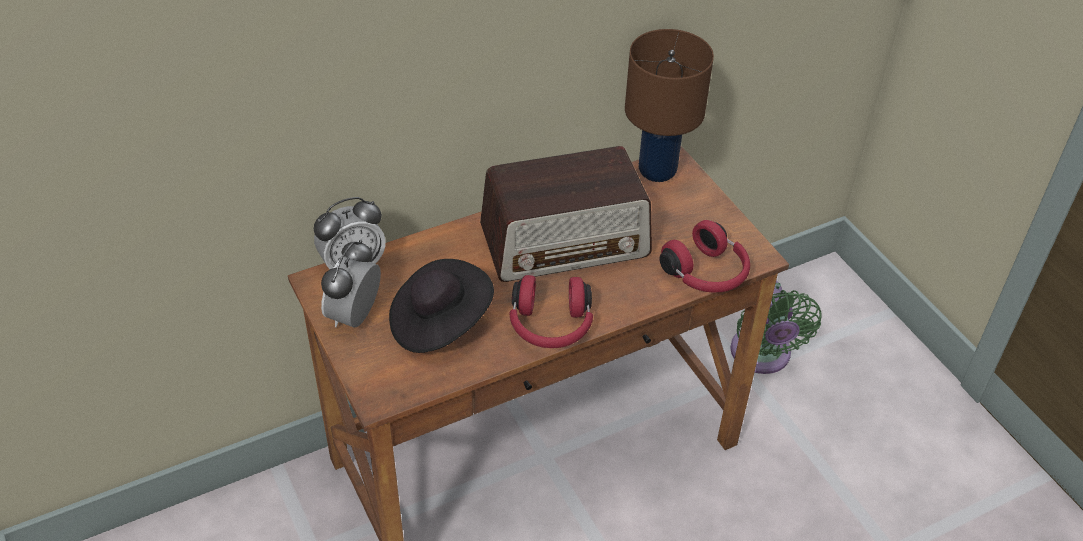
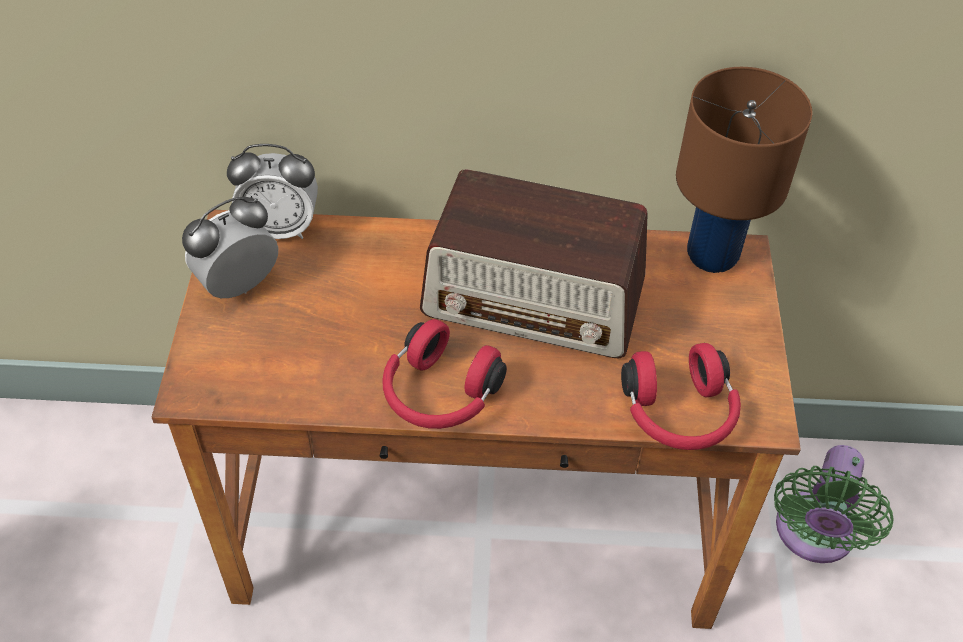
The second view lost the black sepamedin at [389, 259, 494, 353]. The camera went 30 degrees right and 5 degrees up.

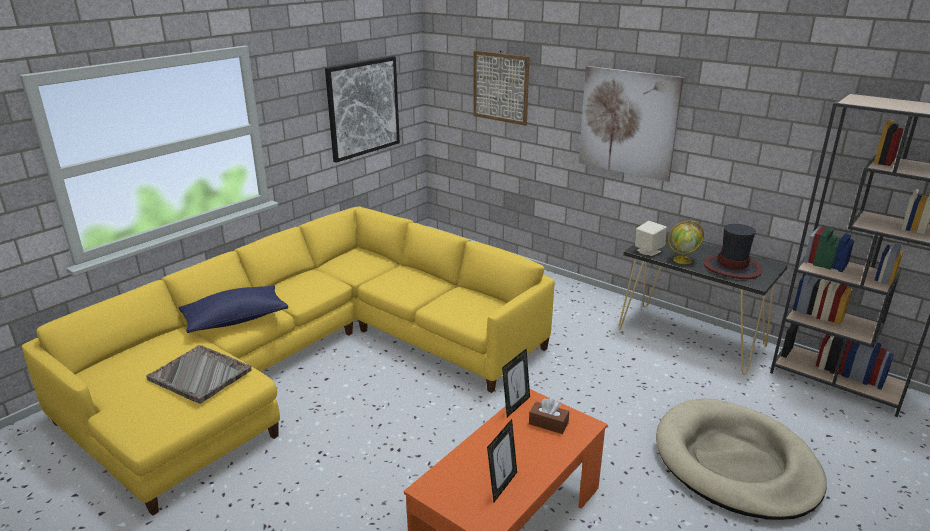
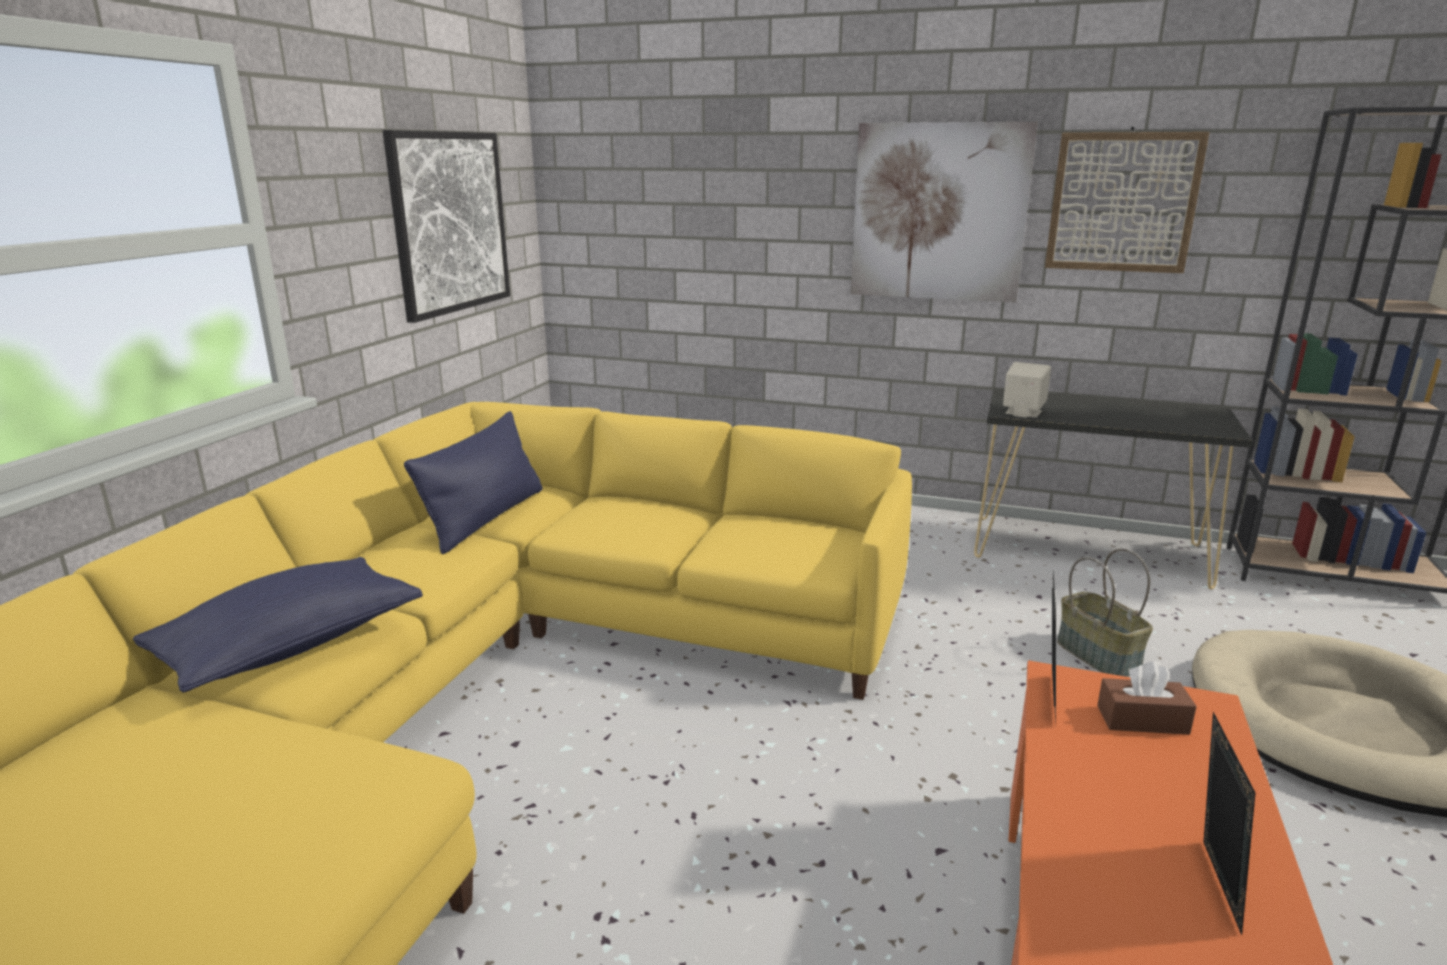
The second view lost the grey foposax at [146, 345, 252, 404]. The second view lost the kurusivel at [668, 221, 704, 264]. The second view lost the sepamedin at [704, 224, 762, 279]. The second view gained the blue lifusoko at [404, 411, 543, 554]. The second view gained the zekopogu at [1057, 548, 1153, 677]. The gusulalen ended up elsewhere, having gone from [473, 50, 529, 126] to [1045, 127, 1210, 273]. The camera went 20 degrees left and 5 degrees down.

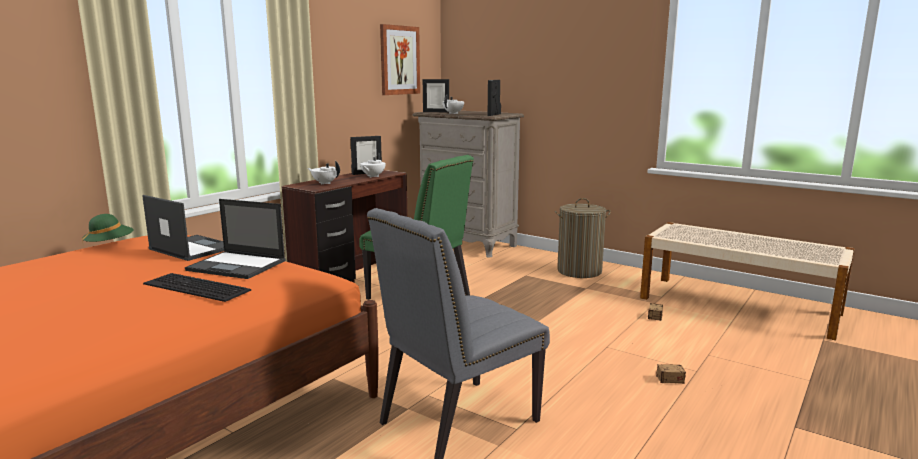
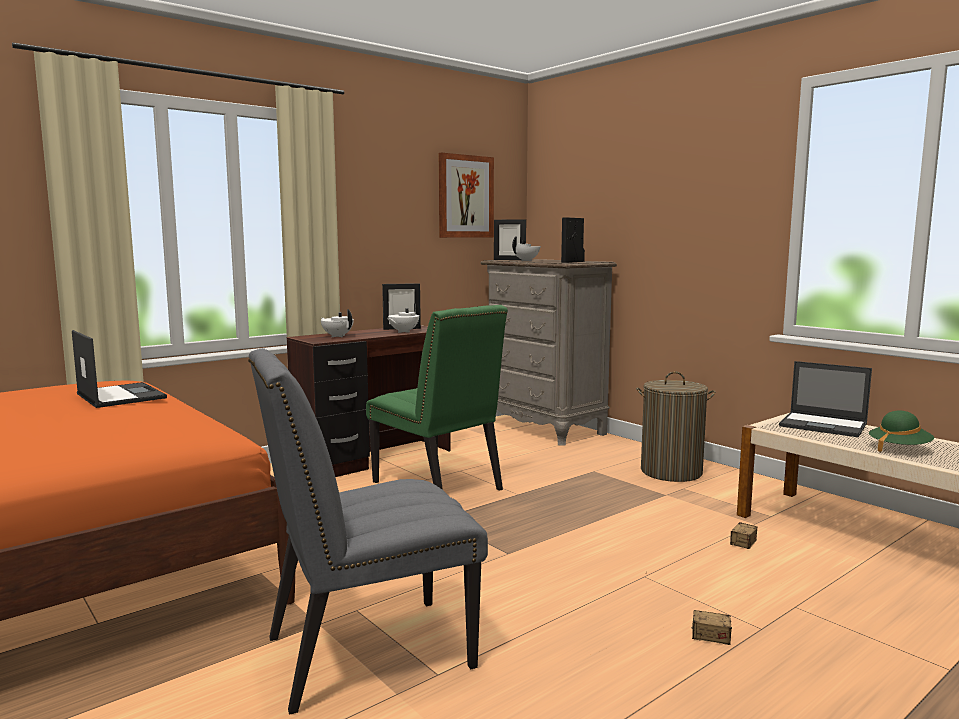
The second view lost the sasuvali at [143, 273, 251, 302]. The green sepamedin ended up elsewhere, having gone from [82, 214, 134, 249] to [869, 411, 934, 452]. The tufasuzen ended up elsewhere, having gone from [185, 199, 286, 279] to [779, 361, 872, 437]. The camera went 15 degrees right and 5 degrees down.

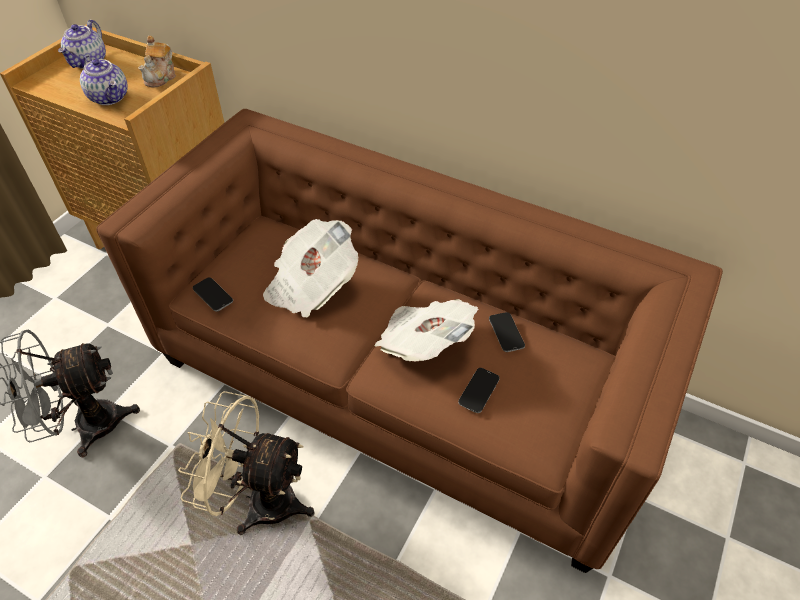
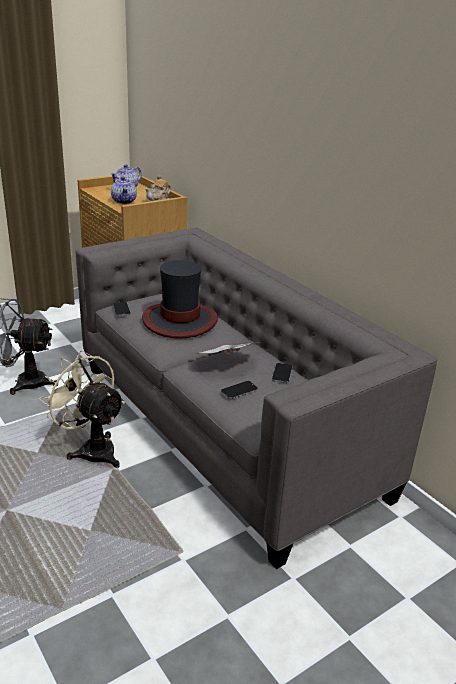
Where the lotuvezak stood at [263, 219, 358, 318], the sepamedin came to stand at [142, 260, 218, 339]. What was the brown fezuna at [96, 109, 723, 573] turned into the grey fezuna at [76, 228, 438, 569]. The camera went 25 degrees right and 20 degrees down.

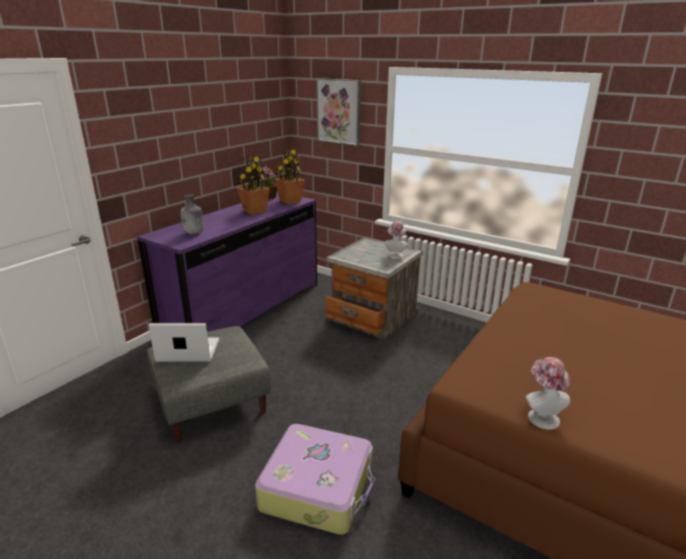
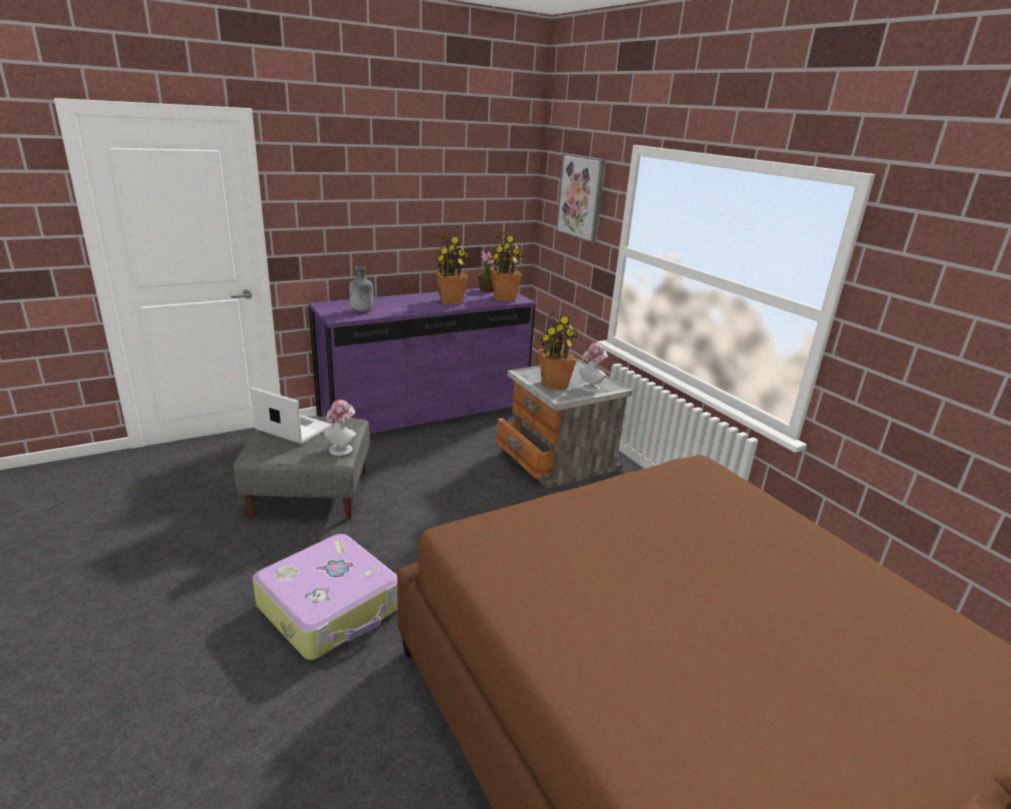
The second view gained the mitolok at [539, 311, 577, 389]. The sepamedin ended up elsewhere, having gone from [525, 357, 570, 430] to [324, 400, 356, 456]. The camera went 25 degrees right and 0 degrees up.

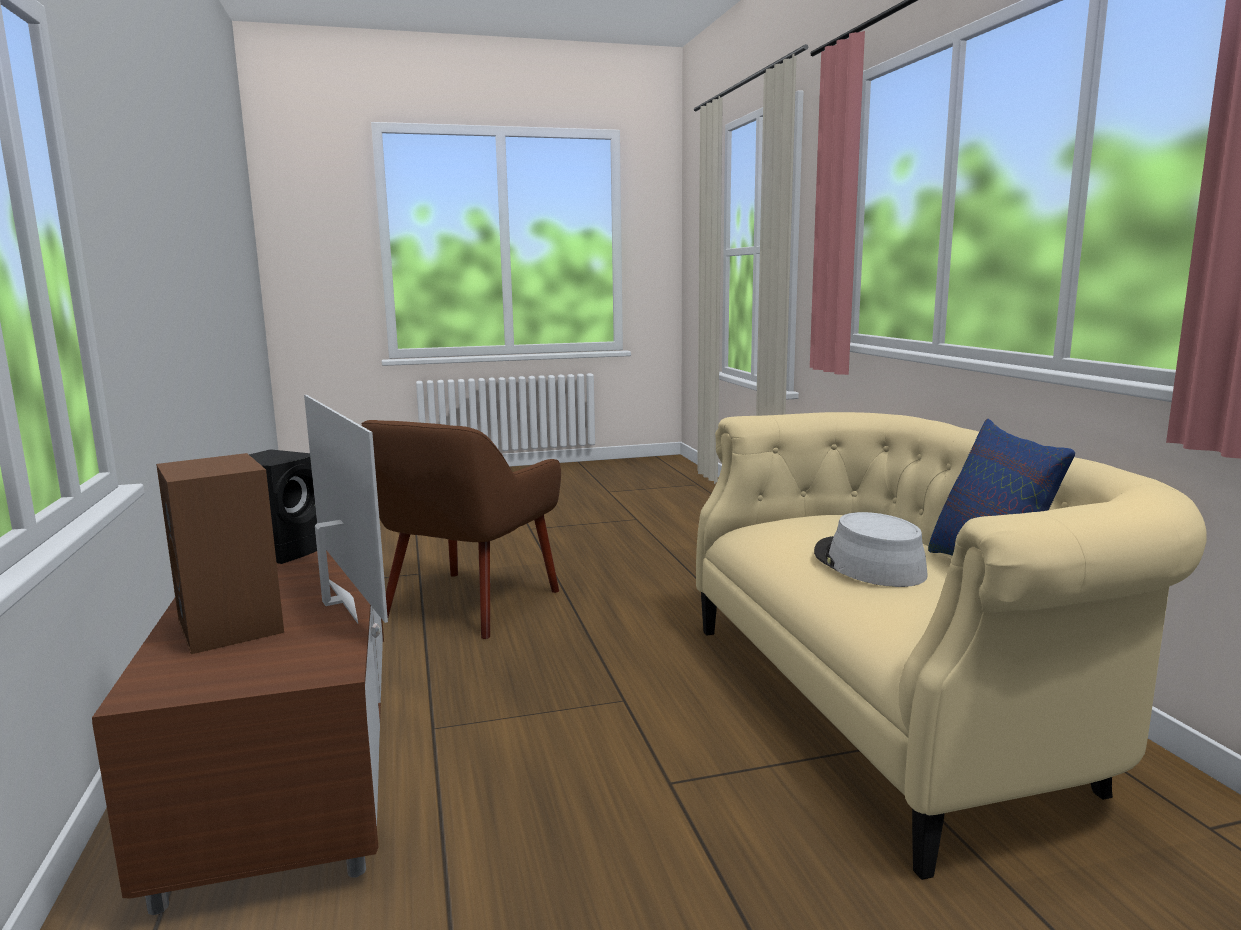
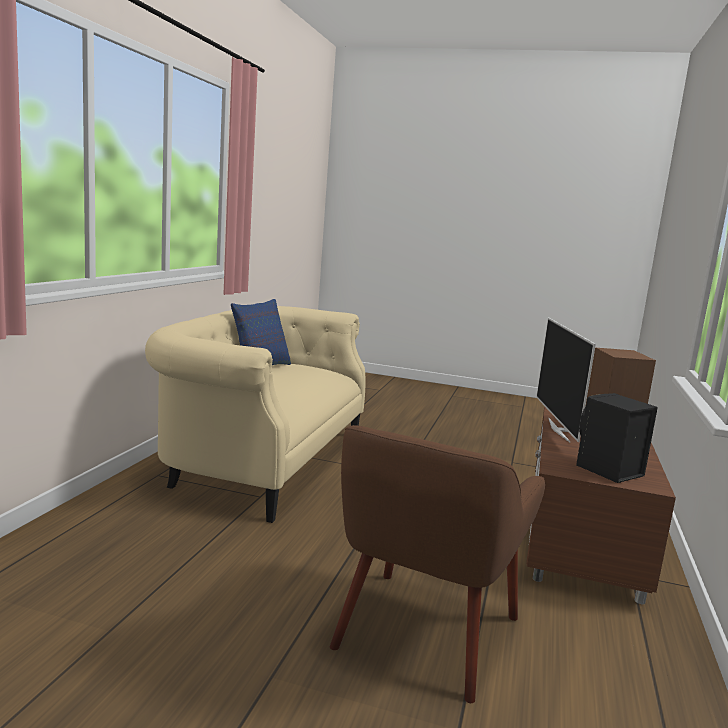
The second view lost the grey sepamedin at [814, 512, 928, 587]. The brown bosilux at [361, 420, 561, 639] ended up facing another way, 150 degrees clockwise from before. The camera went 150 degrees left and 0 degrees up.

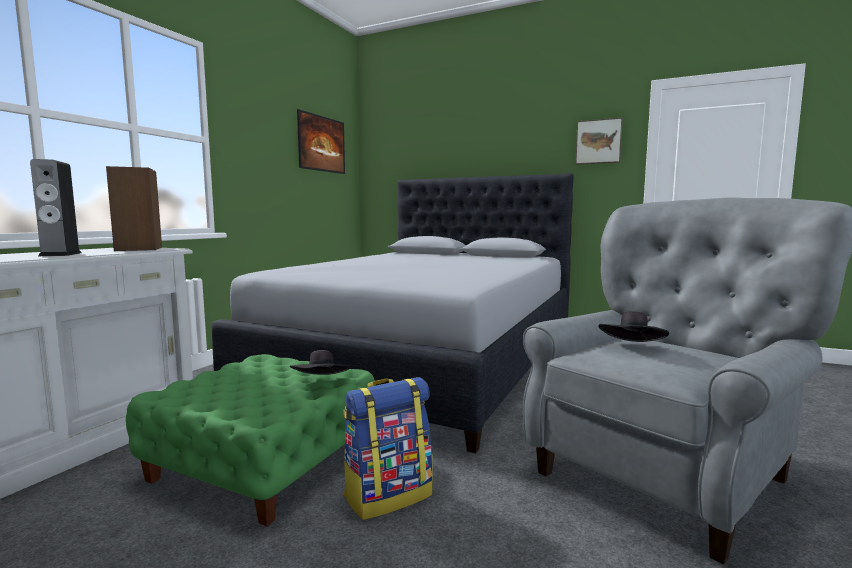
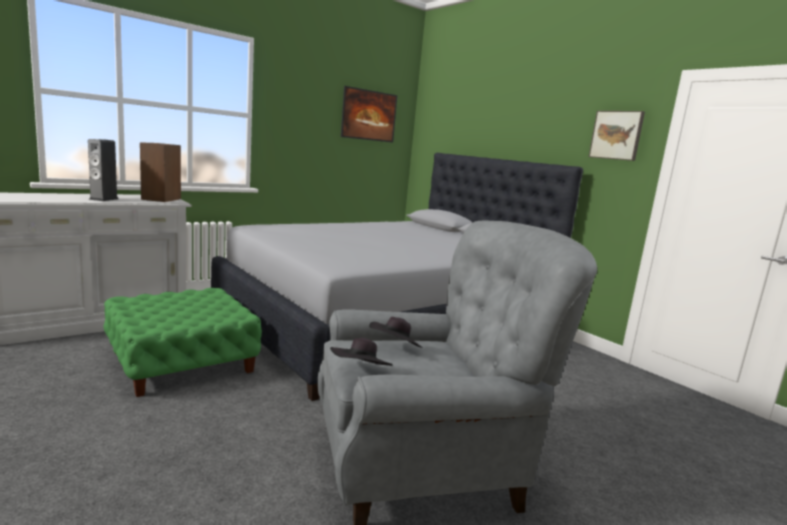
The second view lost the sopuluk at [344, 377, 433, 520]. The black sepamedin ended up elsewhere, having gone from [290, 350, 350, 375] to [330, 338, 393, 366]. The camera went 25 degrees right and 5 degrees up.

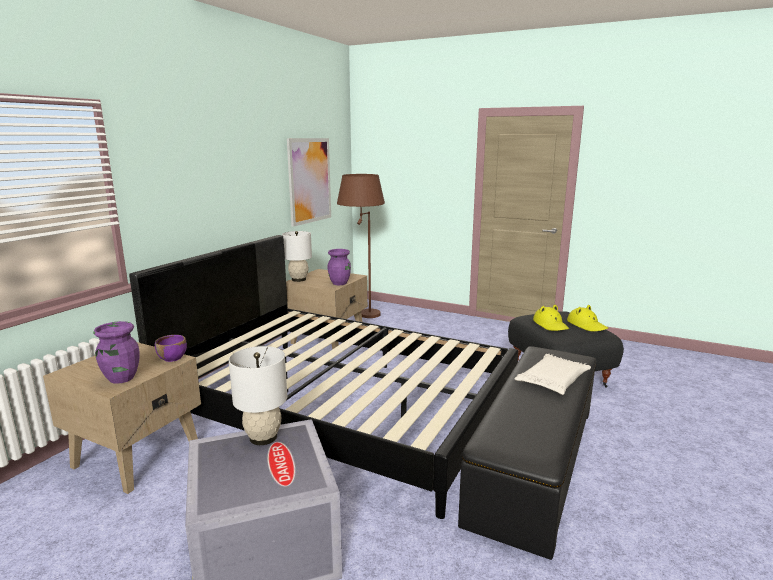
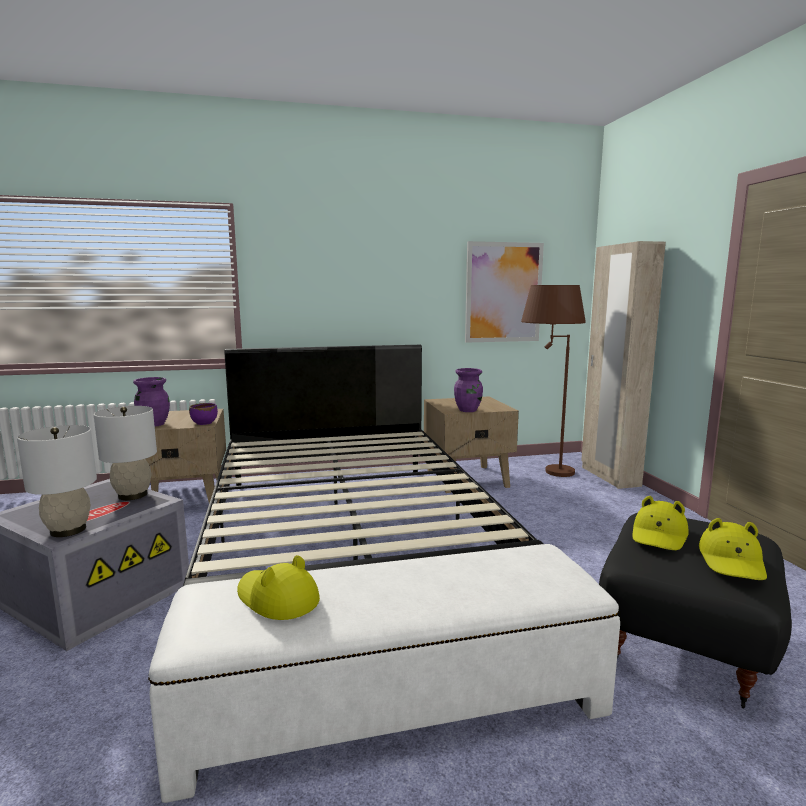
The second view lost the white lifusoko at [514, 354, 591, 395]. The second view gained the yellow sepamedin at [237, 555, 320, 620]. The second view gained the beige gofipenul at [581, 241, 666, 489]. The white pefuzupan ended up elsewhere, having gone from [282, 231, 312, 282] to [17, 425, 97, 537]. What was the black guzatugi at [458, 346, 596, 560] turned into the white guzatugi at [148, 544, 620, 803]. The camera went 50 degrees right and 5 degrees down.

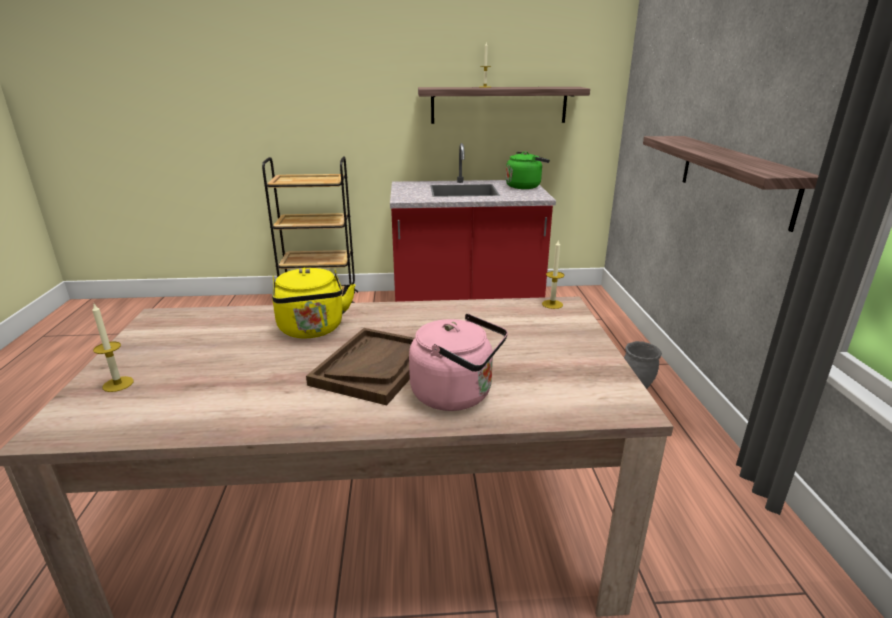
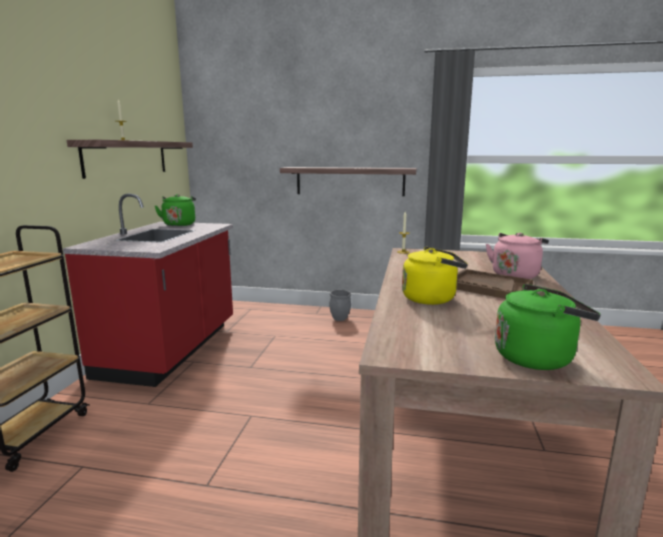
Where the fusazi stood at [92, 304, 134, 392], the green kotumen came to stand at [495, 284, 601, 370]. The camera went 75 degrees left and 10 degrees down.

